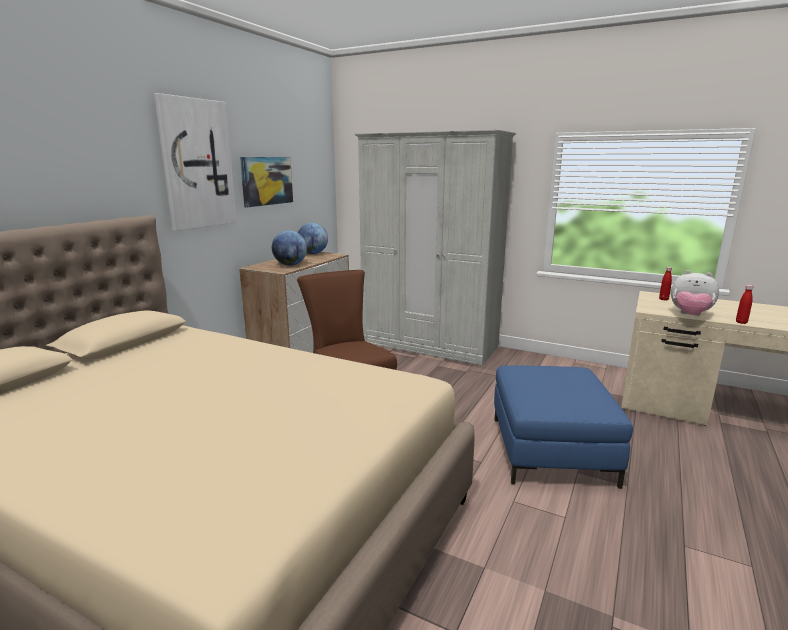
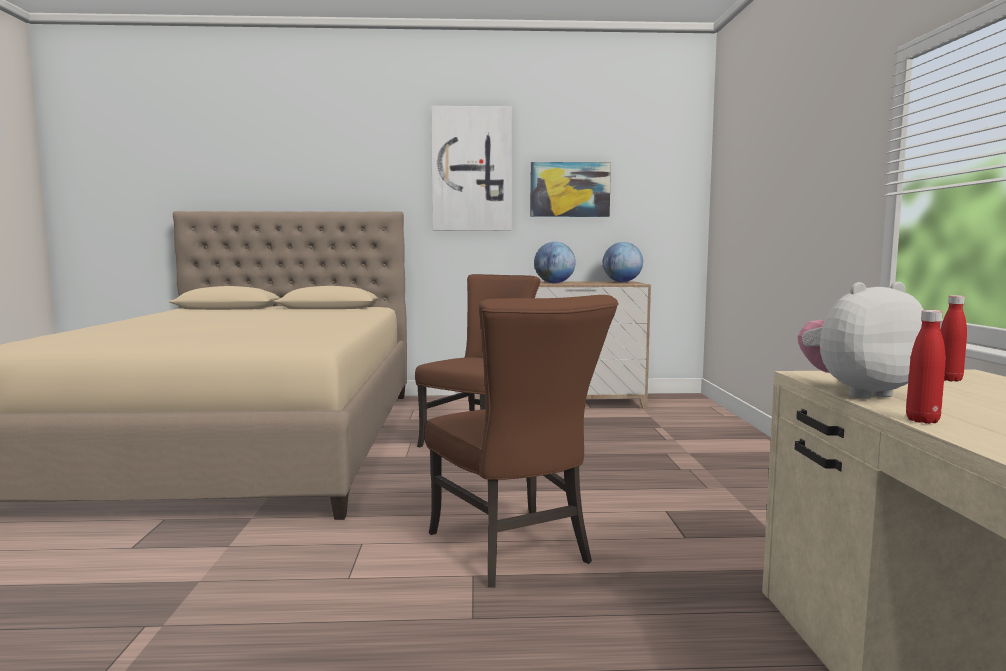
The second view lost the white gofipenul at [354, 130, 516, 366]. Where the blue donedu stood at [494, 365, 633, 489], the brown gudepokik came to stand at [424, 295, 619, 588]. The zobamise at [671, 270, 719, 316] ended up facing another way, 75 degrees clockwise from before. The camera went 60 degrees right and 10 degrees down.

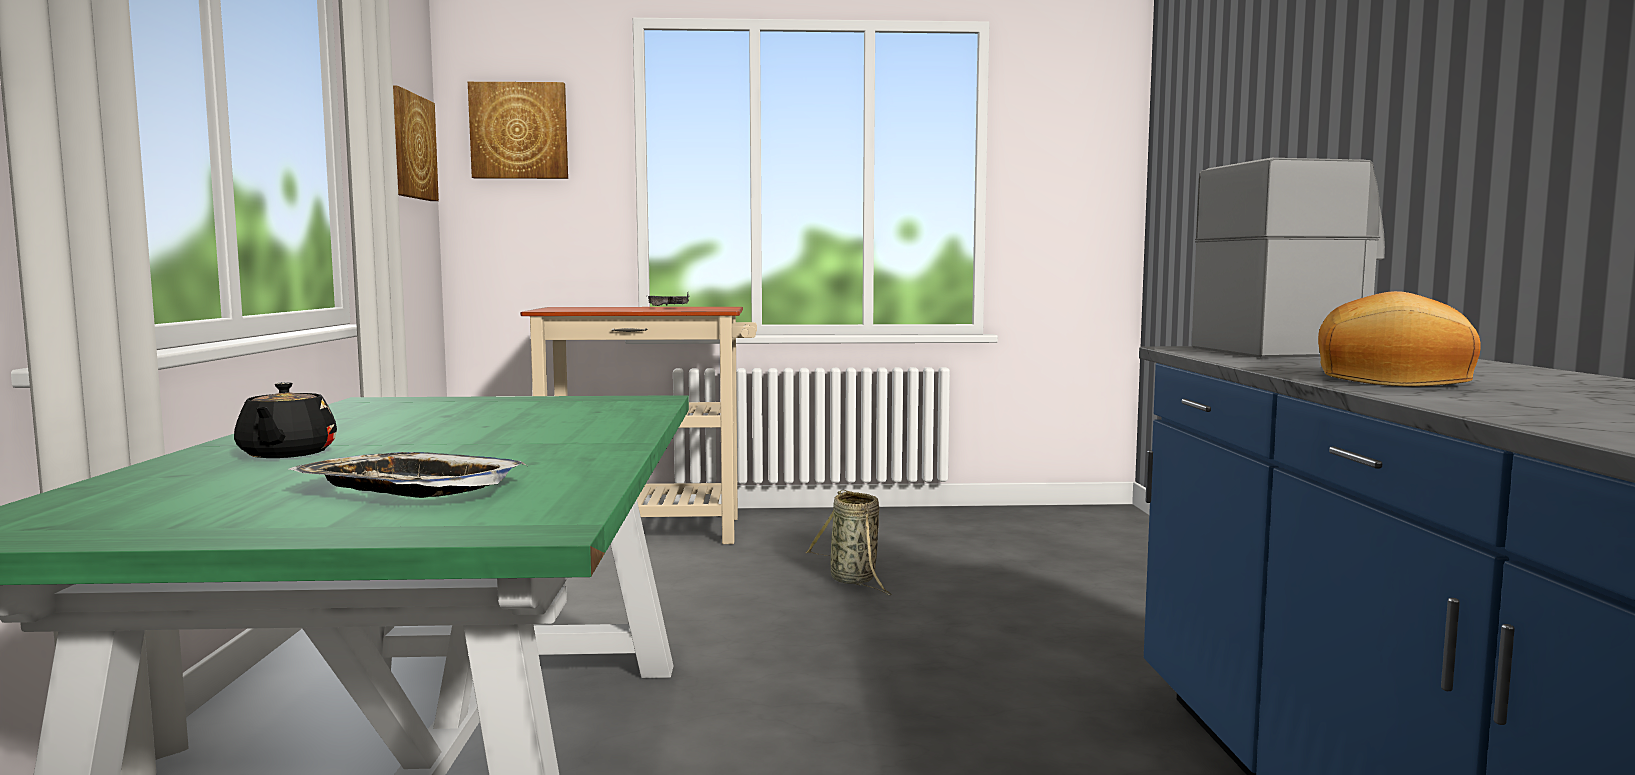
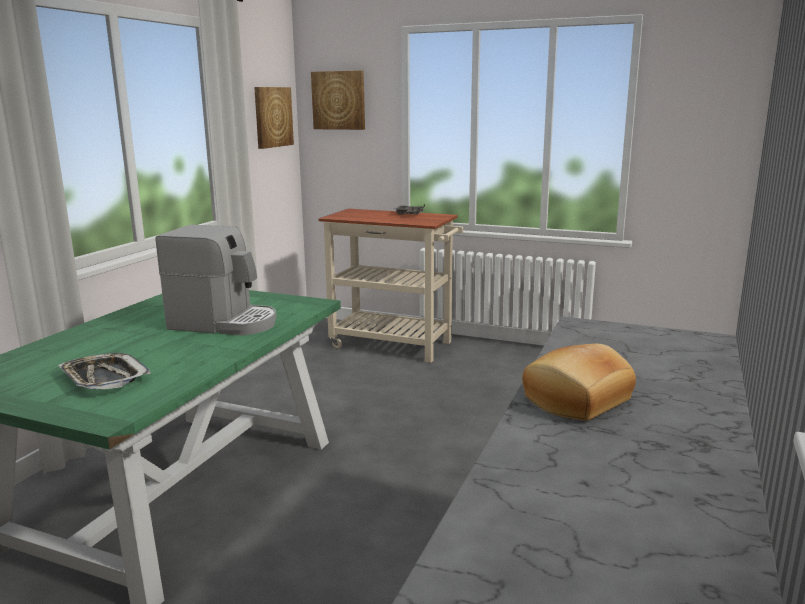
The second view lost the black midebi at [234, 382, 337, 458]. The second view lost the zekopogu at [805, 490, 892, 595]. The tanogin ended up elsewhere, having gone from [1192, 158, 1385, 358] to [156, 225, 276, 336]. The camera went 25 degrees right and 10 degrees up.

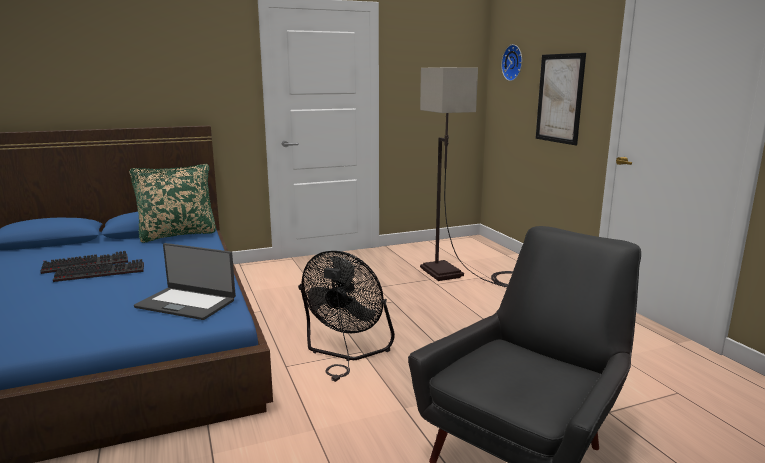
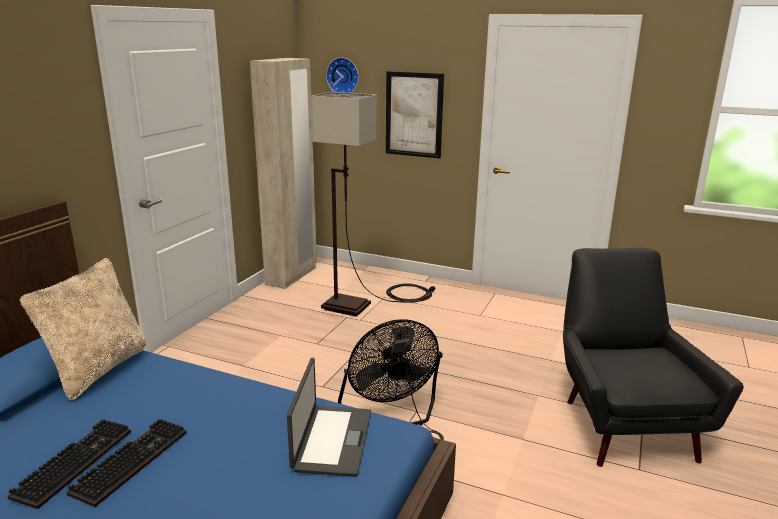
The second view gained the beige gofipenul at [250, 58, 317, 289]. What was the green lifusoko at [129, 163, 216, 243] turned into the beige lifusoko at [20, 258, 146, 400]. The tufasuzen at [134, 243, 236, 320] ended up facing another way, 60 degrees counterclockwise from before. The camera went 45 degrees left and 5 degrees up.

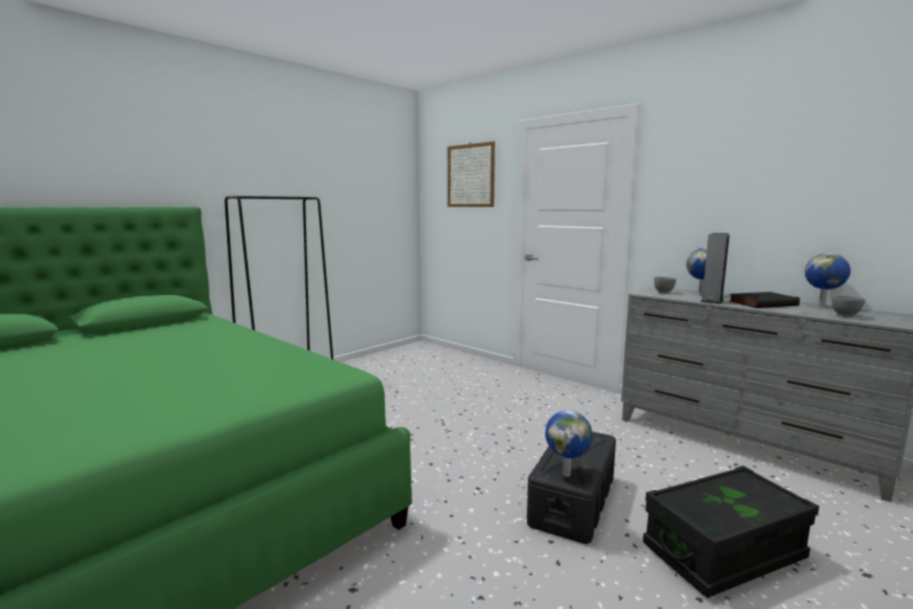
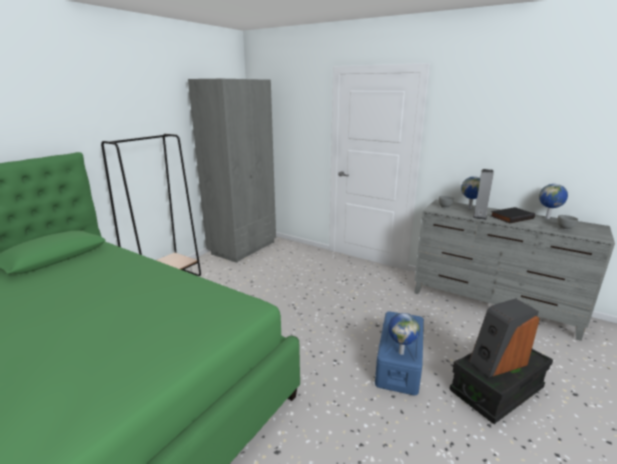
The second view lost the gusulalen at [447, 141, 495, 207]. The second view gained the grey gofipenul at [188, 79, 276, 263]. The second view gained the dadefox at [469, 298, 540, 377]. What was the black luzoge at [527, 432, 616, 544] turned into the blue luzoge at [375, 311, 424, 395]. The camera went 10 degrees left and 10 degrees up.

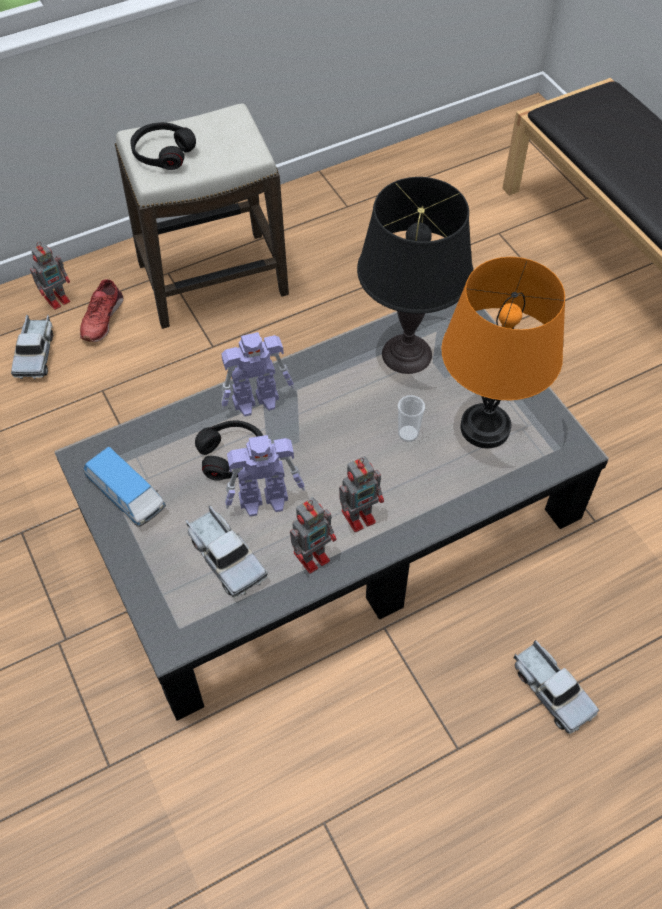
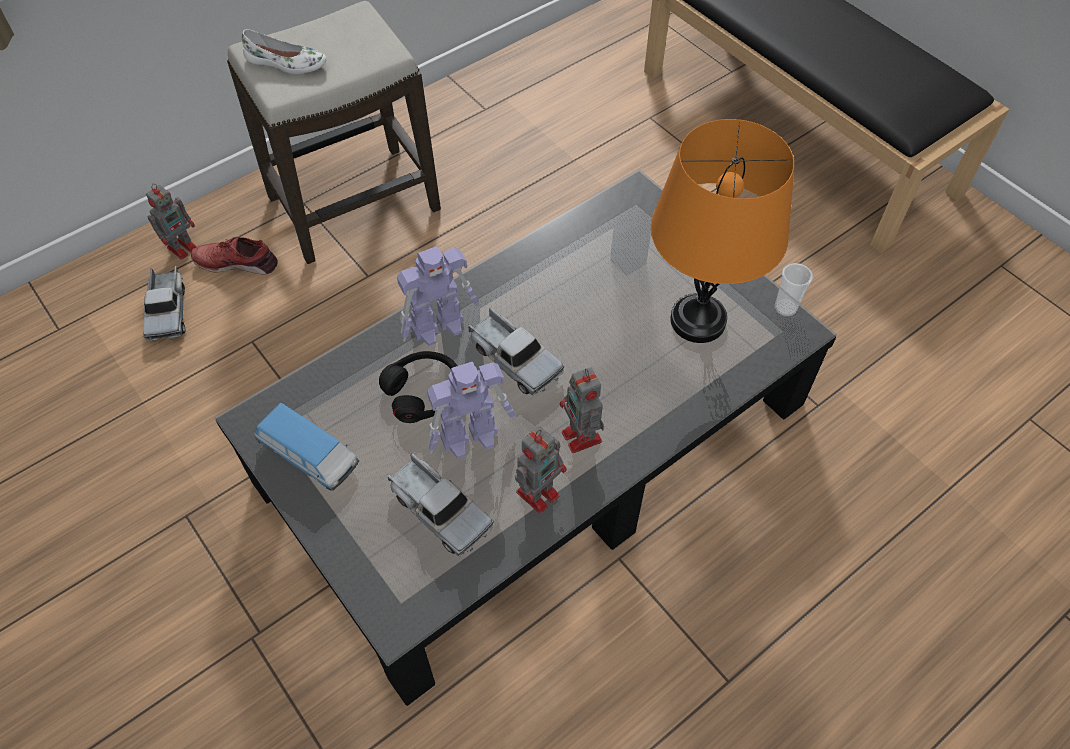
The second view lost the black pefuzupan at [357, 177, 473, 374]. The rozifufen ended up elsewhere, having gone from [398, 395, 425, 442] to [775, 263, 813, 316]. The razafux ended up elsewhere, having gone from [513, 640, 599, 734] to [468, 308, 564, 395]. Where the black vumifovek stood at [130, 122, 196, 170], the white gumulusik came to stand at [242, 29, 327, 74]. The red gumulusik at [80, 279, 123, 342] ended up facing another way, 90 degrees clockwise from before. The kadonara at [339, 456, 384, 532] ended up facing another way, 105 degrees clockwise from before. The camera went 10 degrees left and 0 degrees up.

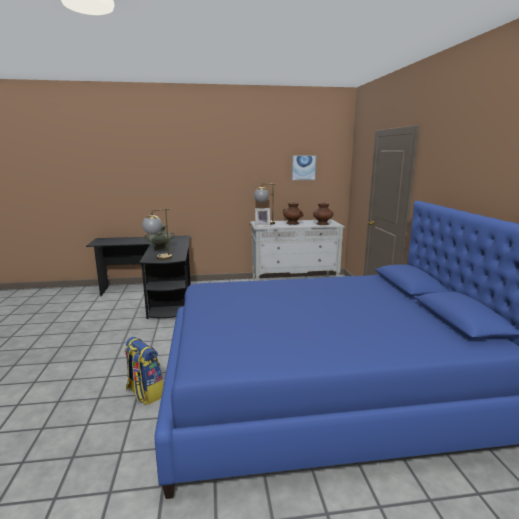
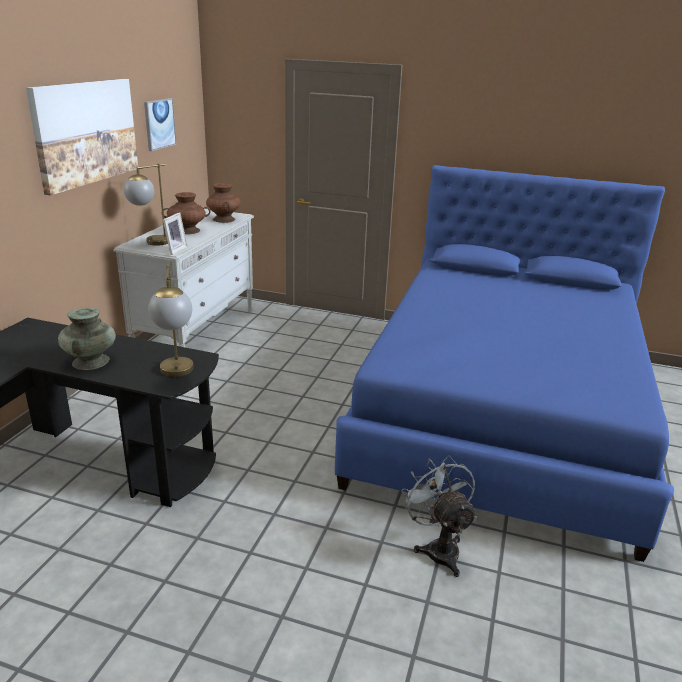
The second view gained the gusulalen at [26, 79, 138, 195]. Where the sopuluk stood at [124, 337, 164, 405], the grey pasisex came to stand at [401, 456, 477, 577]. The camera went 65 degrees left and 10 degrees up.

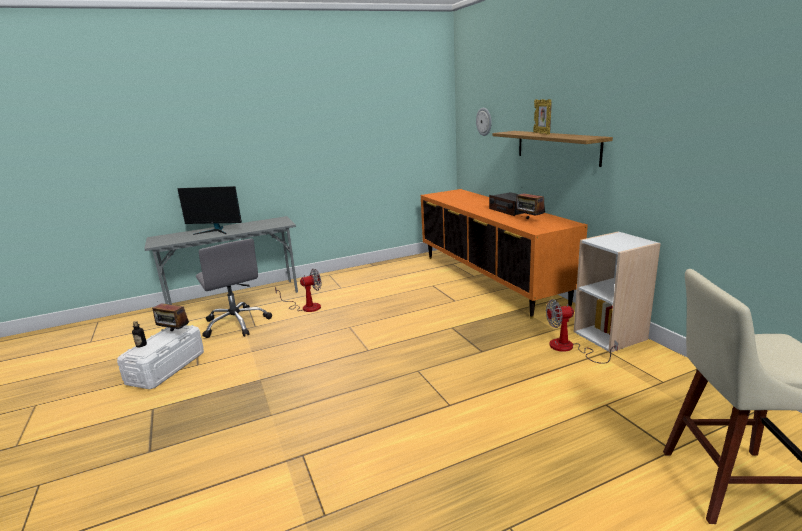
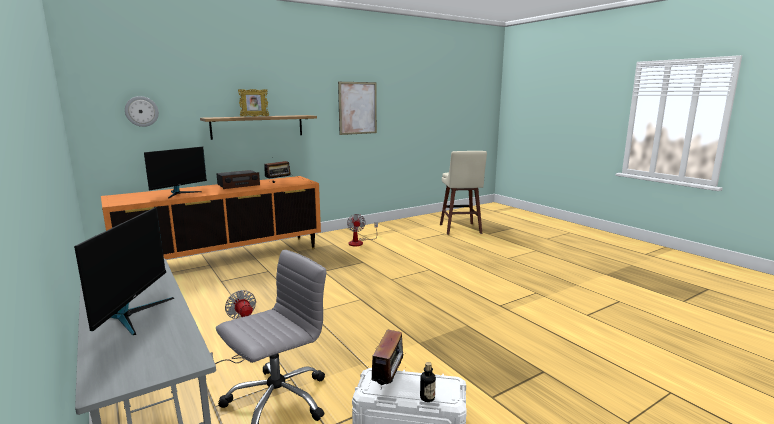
The second view lost the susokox at [574, 231, 661, 352]. The second view gained the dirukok at [144, 147, 207, 198]. The second view gained the gusulalen at [338, 82, 377, 135]. The camera went 100 degrees left and 5 degrees down.

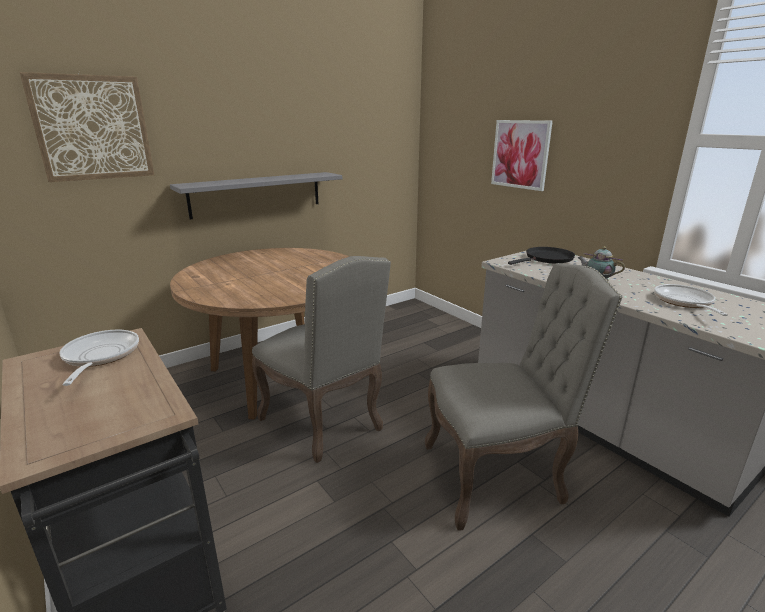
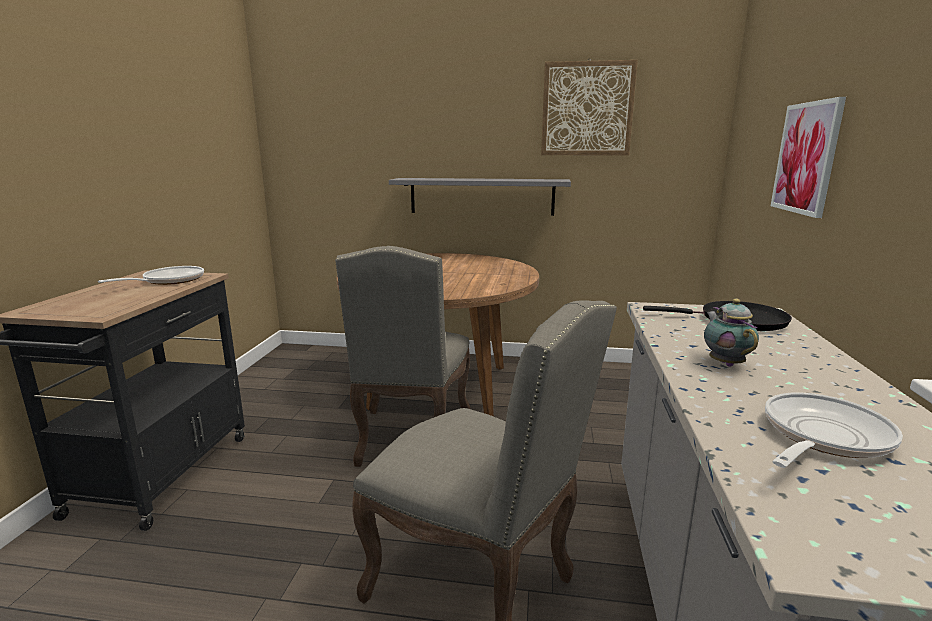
The gusulalen ended up elsewhere, having gone from [20, 72, 154, 182] to [541, 59, 638, 155]. The camera went 45 degrees right and 5 degrees down.

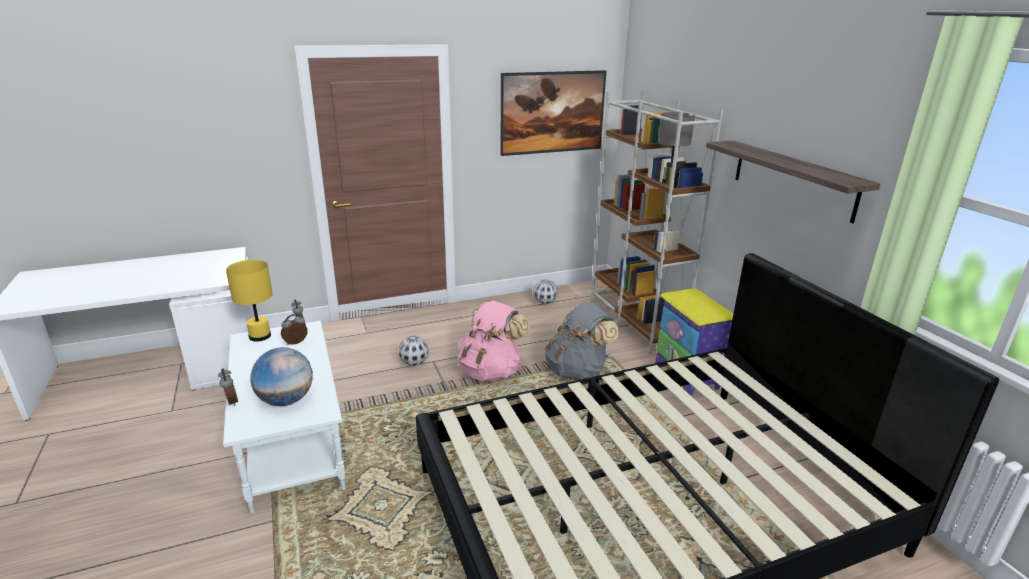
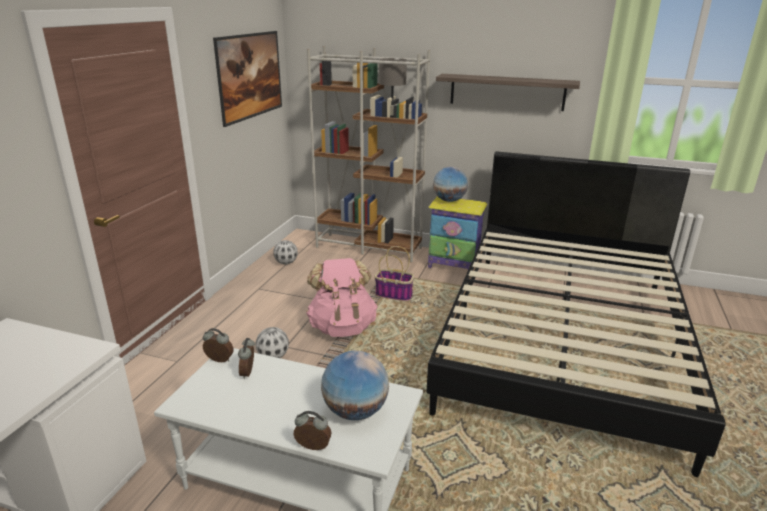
The second view lost the yellow pefuzupan at [226, 260, 273, 342]. The second view gained the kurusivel at [433, 167, 468, 202]. Where the grey sopuluk stood at [544, 303, 620, 380], the zekopogu came to stand at [375, 246, 414, 301]. The camera went 50 degrees left and 0 degrees up.

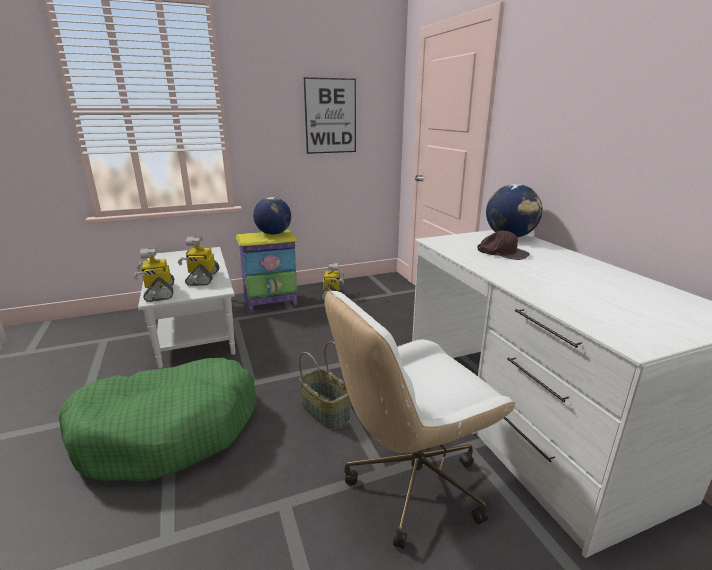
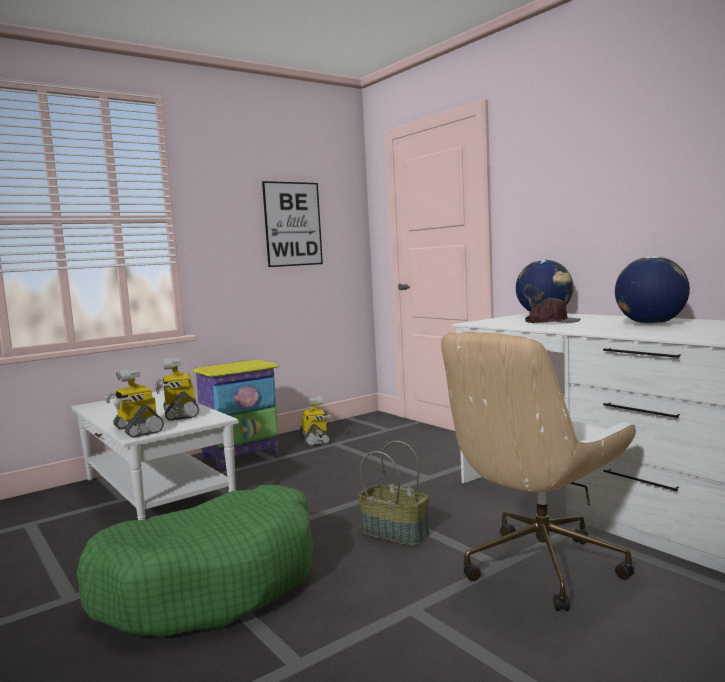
The kurusivel ended up elsewhere, having gone from [253, 197, 291, 235] to [615, 256, 690, 325]. The camera went 15 degrees left and 15 degrees down.

